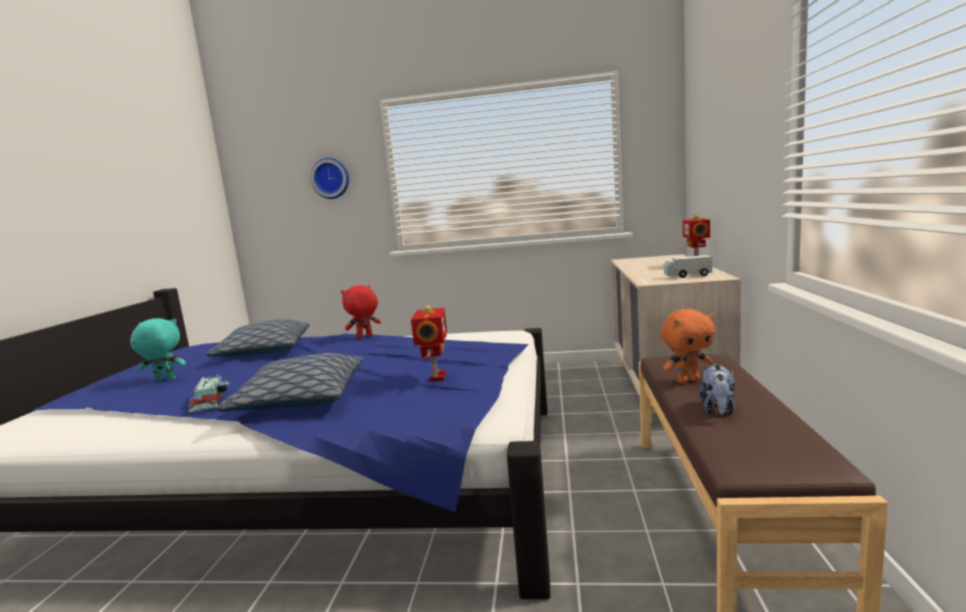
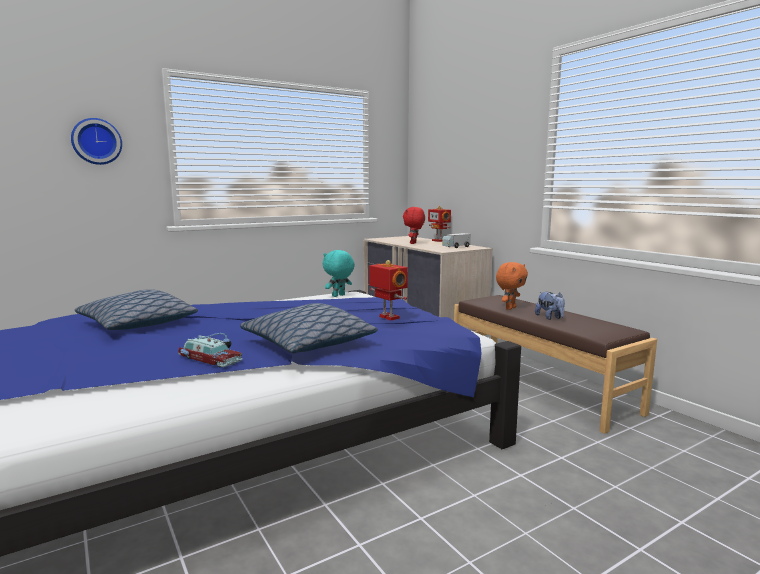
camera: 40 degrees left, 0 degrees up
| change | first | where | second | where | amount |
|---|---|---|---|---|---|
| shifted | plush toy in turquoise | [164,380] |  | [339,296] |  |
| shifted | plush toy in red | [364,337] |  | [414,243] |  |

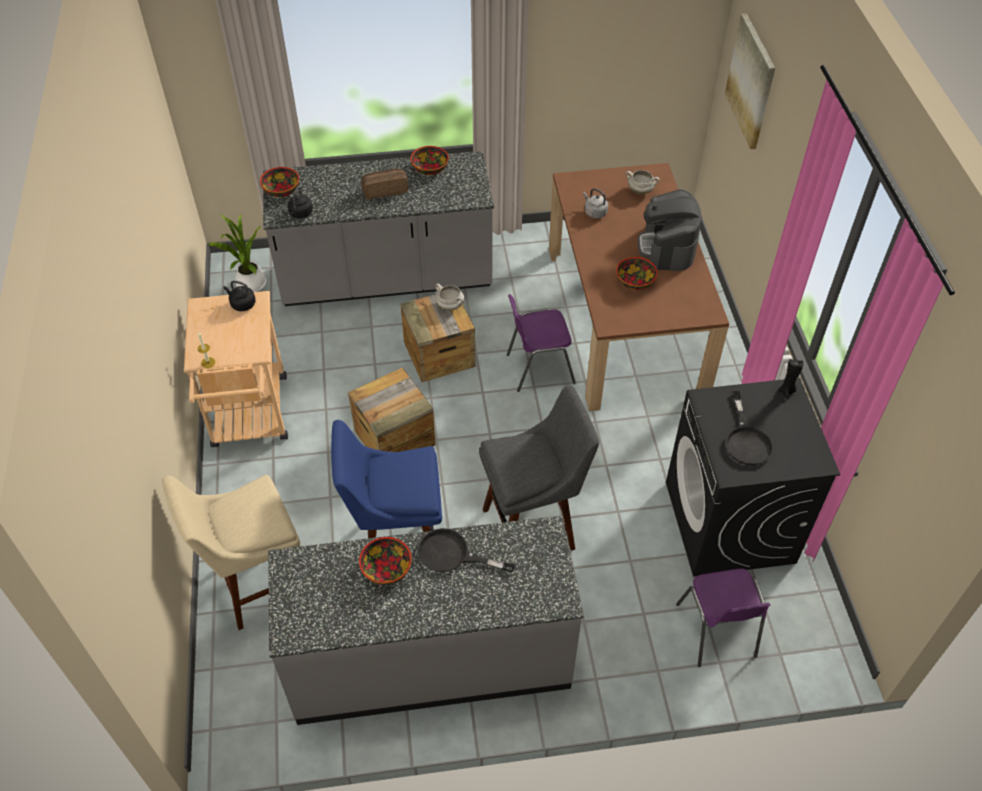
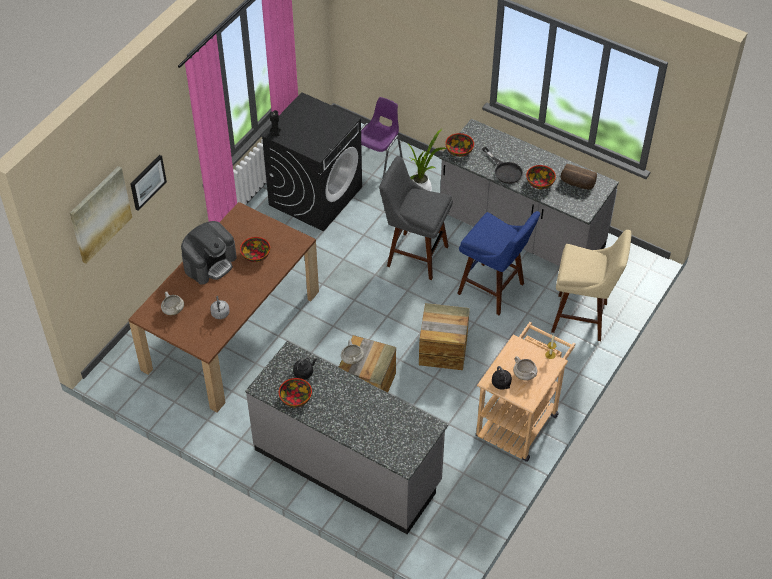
camera: 140 degrees left, 0 degrees up
| change | first | where | second | where | amount |
|---|---|---|---|---|---|
| shifted | potted plant | [250,286] |  | [422,189] |  |
| shifted | bowl | [282,190] |  | [459,150] |  |
| shifted | kettle in black | [300,214] |  | [304,372] |  |
| shifted | bread | [385,190] |  | [577,183] |  |
| gone | chair in purple | [538,368] |  |  |  |
| gone | frying pan in black | [746,440] |  |  |  |
| new |  |  | picture | [147,182] |  |
| new |  |  | cooking pot in white | [525,375] |  |

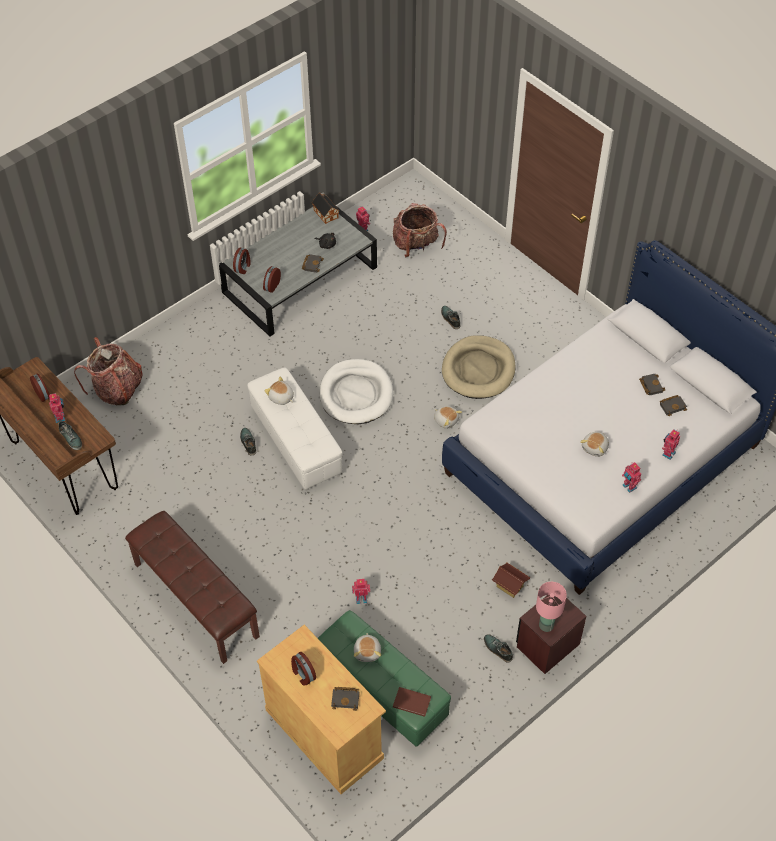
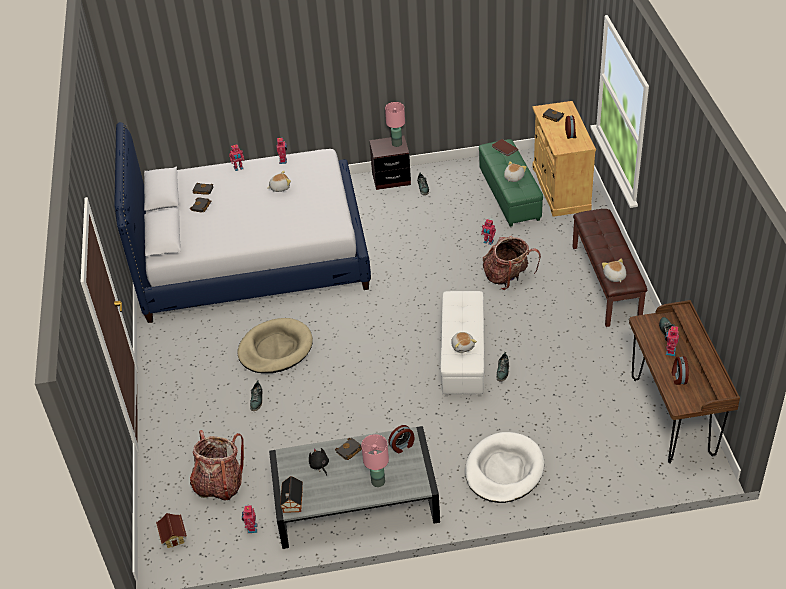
camera: 145 degrees left, 10 degrees down
| change | first | where | second | where | amount |
|---|---|---|---|---|---|
| shifted | backpack | [117,390] |  | [508,278] |  |
| gone | alarm clock | [243,267] |  |  |  |
| shifted | dog bed in white | [356,394] |  | [504,470] |  |
| shifted | plush toy | [446,420] |  | [614,276] |  |
| shifted | toy house | [509,586] |  | [174,537] |  |
| new |  |  | table lamp in pink | [377,482] |  |

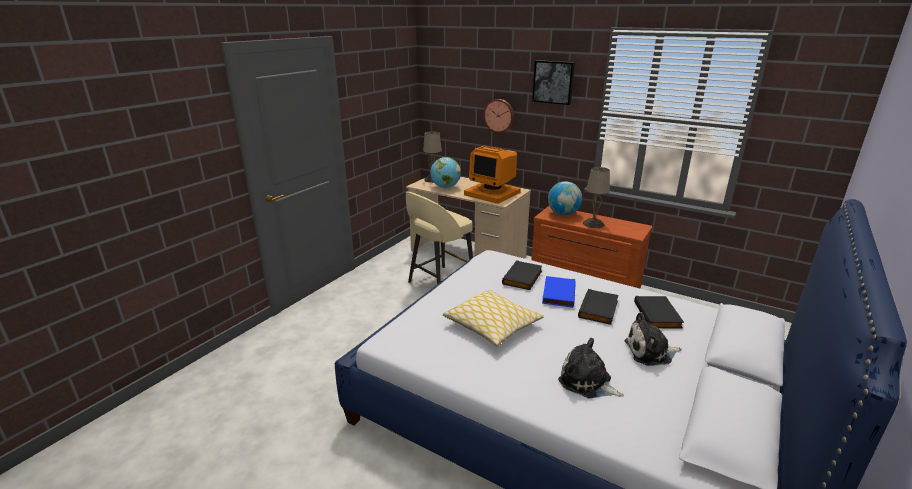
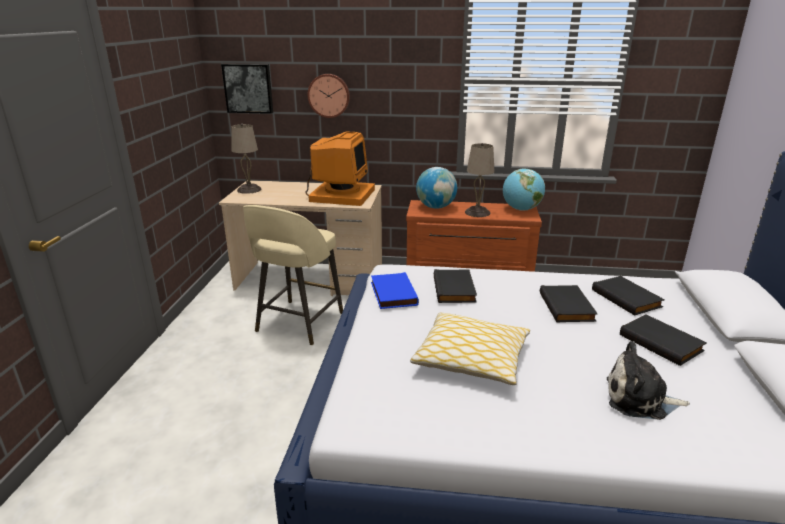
camera: 25 degrees left, 0 degrees up
| change | first | where | second | where | amount |
|---|---|---|---|---|---|
| shifted | globe | [445,187] |  | [521,209] |  |
| rotated | monitor | [493,193] |  | [341,195] | 90 degrees counterclockwise |
| shifted | picture | [553,82] |  | [248,88] |  |
| shifted | book in blue | [557,294] |  | [392,294] |  |
| swapped | plush toy | [650,352] | book in black | [662,342] |  |

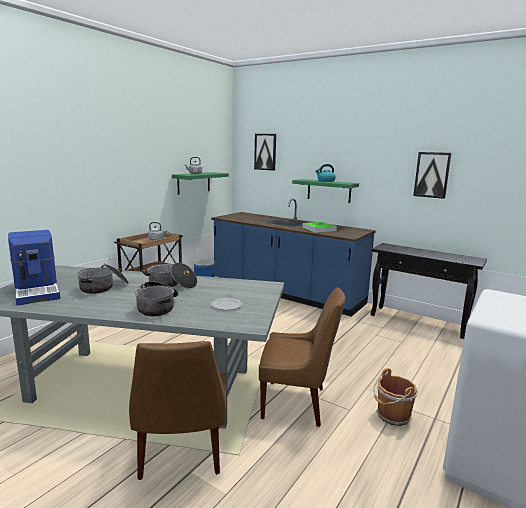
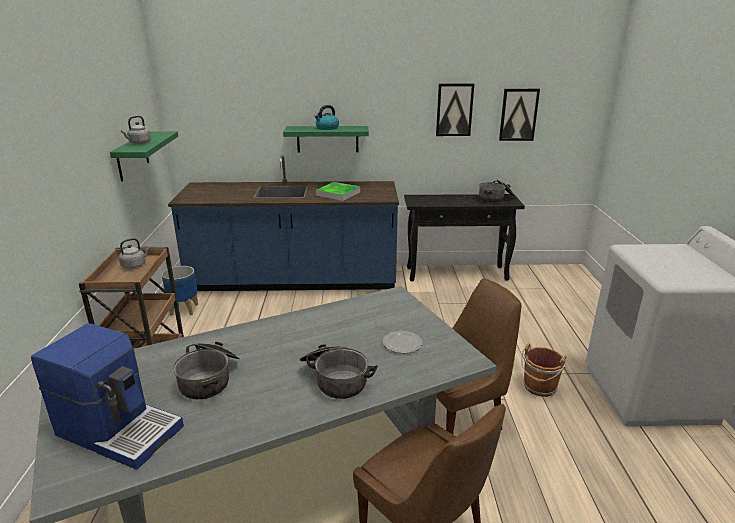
camera: 35 degrees left, 10 degrees up
| change | first | where | second | where | amount |
|---|---|---|---|---|---|
| shifted | cooking pot | [171,285] |  | [496,198] |  |
| shifted | picture | [265,152] |  | [518,114] |  |

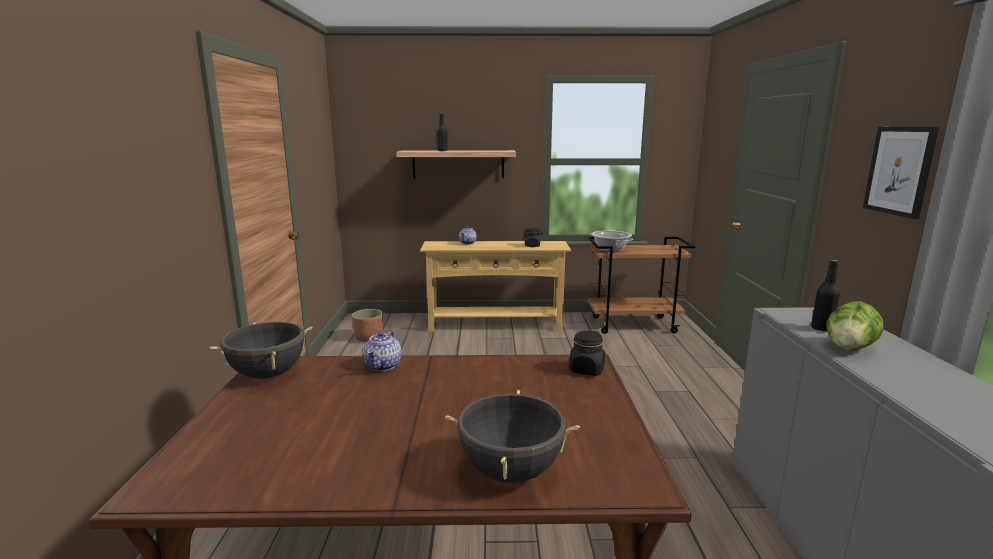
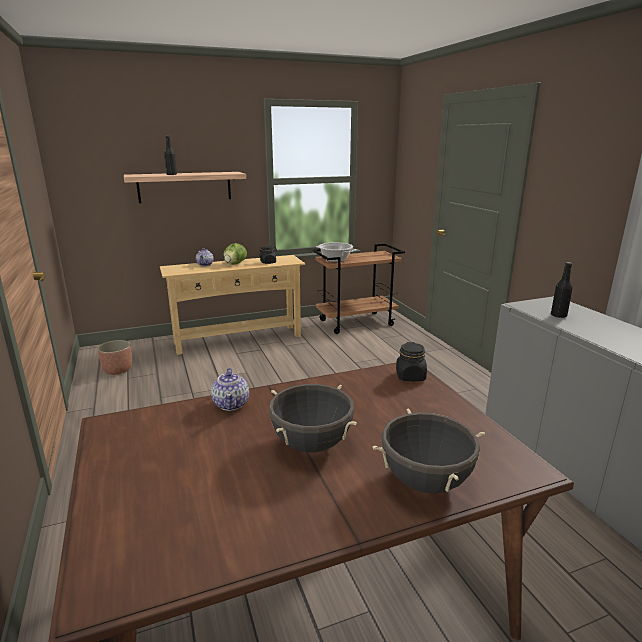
camera: 20 degrees left, 5 degrees up
| change | first | where | second | where | amount |
|---|---|---|---|---|---|
| shifted | cooking pot in black | [268,374] |  | [312,444] |  |
| shifted | lettuce | [850,348] |  | [235,264] |  |
| gone | picture | [899,171] |  |  |  |

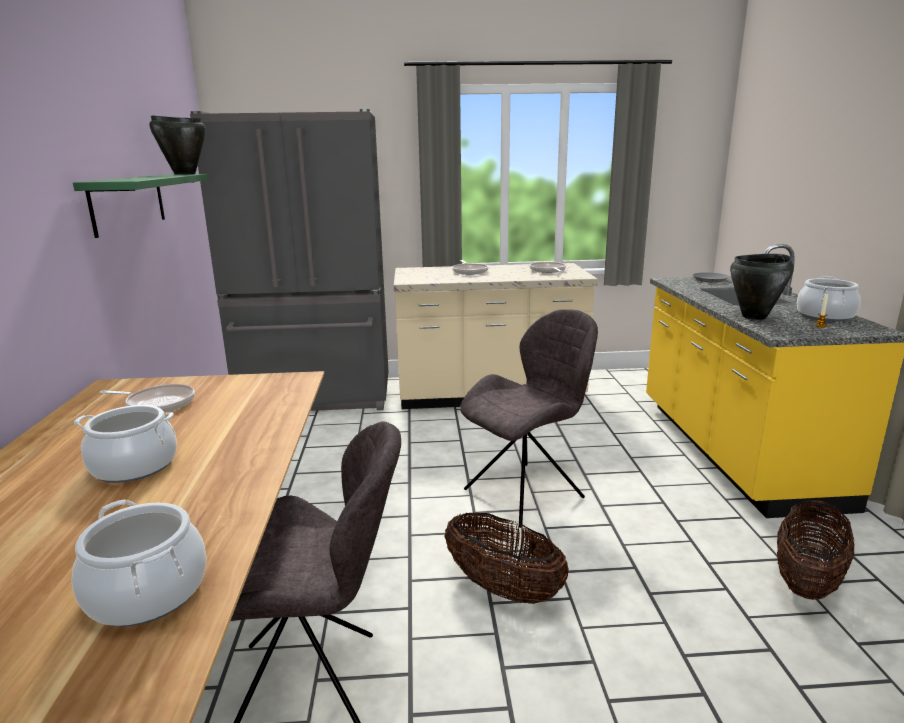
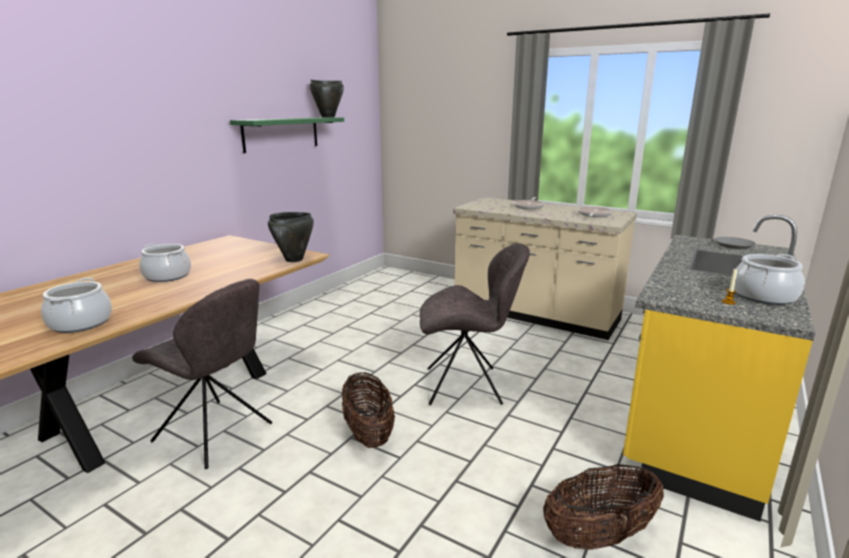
camera: 35 degrees right, 0 degrees up
| change | first | where | second | where | amount |
|---|---|---|---|---|---|
| gone | frying pan | [157,404] |  |  |  |
| gone | fridge in grey | [316,397] |  |  |  |
| shifted | cooking pot in black | [755,317] |  | [294,259] |  |

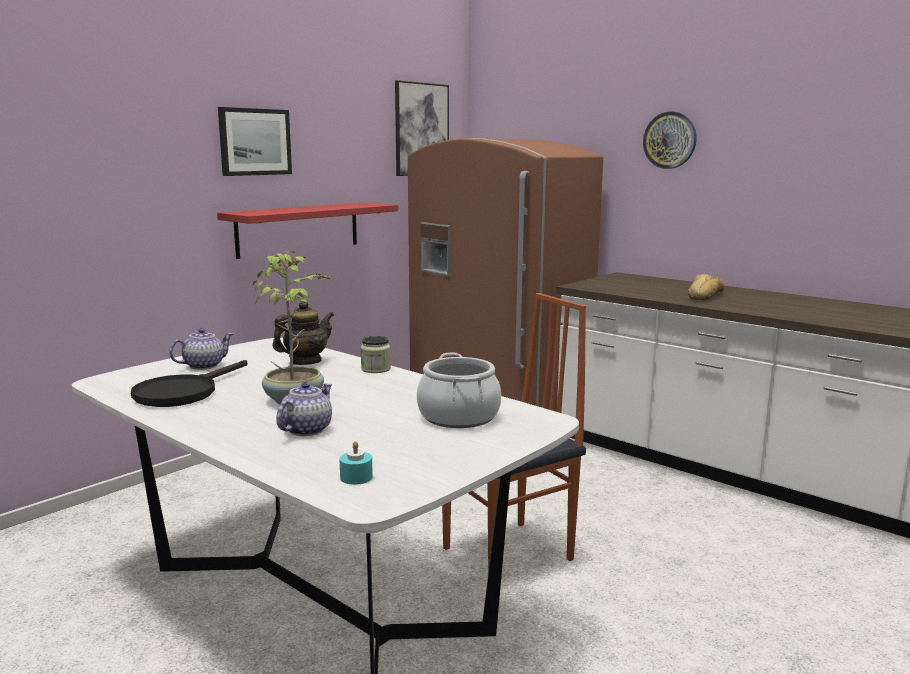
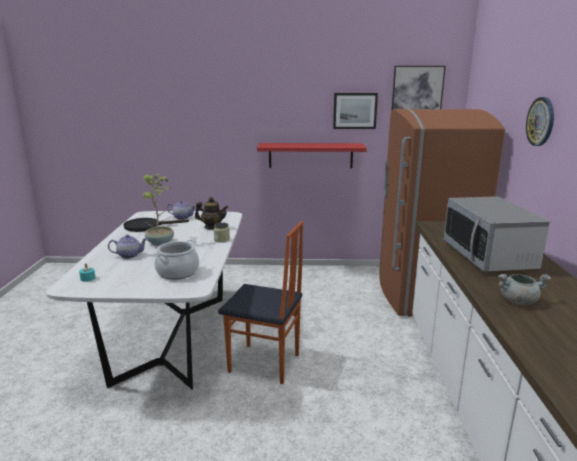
camera: 50 degrees right, 5 degrees up
| change | first | where | second | where | amount |
|---|---|---|---|---|---|
| shifted | picture | [255,142] |  | [355,110] |  |
| swapped | bread | [703,295] | microwave | [488,256] |  |
| new |  |  | cooking pot in grey | [518,301] |  |

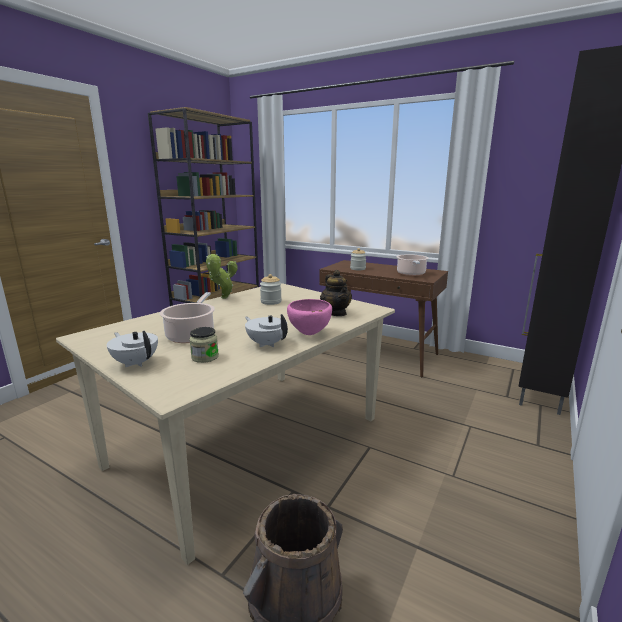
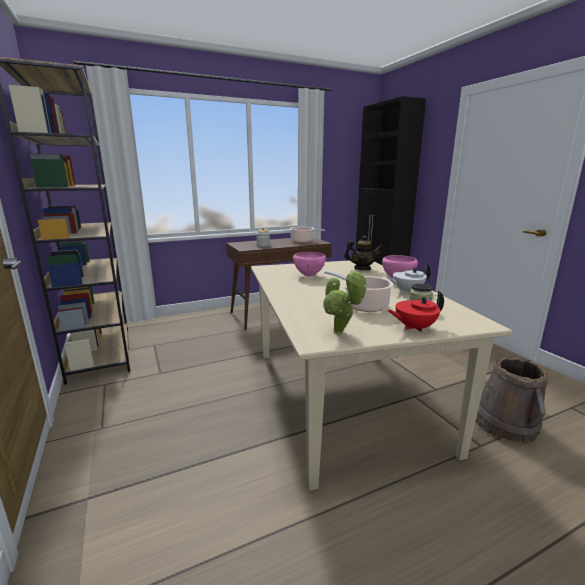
camera: 55 degrees left, 0 degrees up
| change | first | where | second | where | amount |
|---|---|---|---|---|---|
| repainted | teapot in white | [136,363] | teapot in red | [414,328] |  |
| shifted | potted plant | [223,298] |  | [340,333] |  |
| swapped | jar | [271,302] | bowl in pink | [308,276] |  |

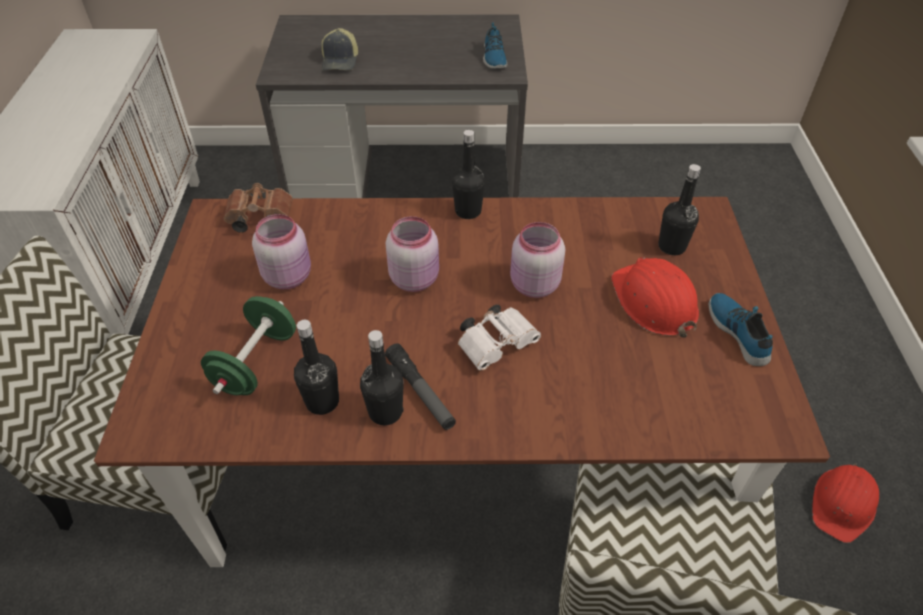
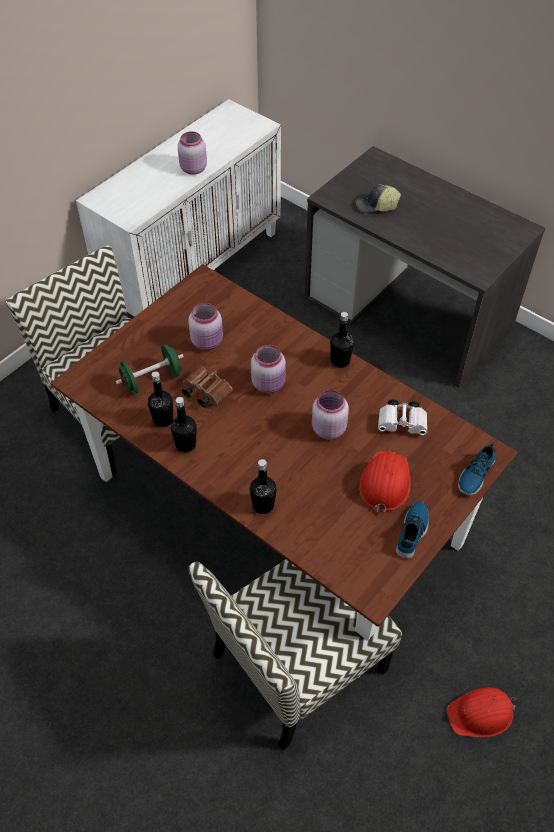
camera: 40 degrees right, 5 degrees up
| change | first | where | second | where | amount |
|---|---|---|---|---|---|
| shifted | binoculars in brown | [258,219] |  | [205,392] |  |
| rotated | cap | [341,61] |  | [376,206] | 45 degrees clockwise |
| gone | flashlight | [420,391] |  |  |  |
| shifted | binoculars in white | [498,344] |  | [403,424] |  |
| shifted | shoe | [493,57] |  | [475,474] |  |
| shifted | bottle in black | [671,246] |  | [263,505] |  |
| new |  |  | jar in pink | [192,169] |  |

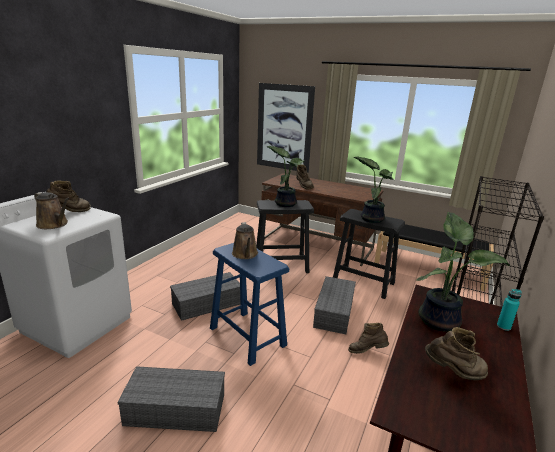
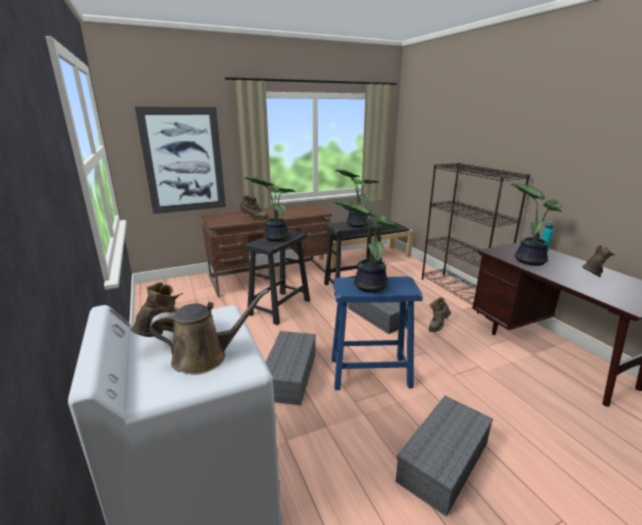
camera: 50 degrees left, 0 degrees up
| change | first | where | second | where | amount |
|---|---|---|---|---|---|
| swapped | watering can in brown | [245,254] | potted plant | [369,285] |  |

